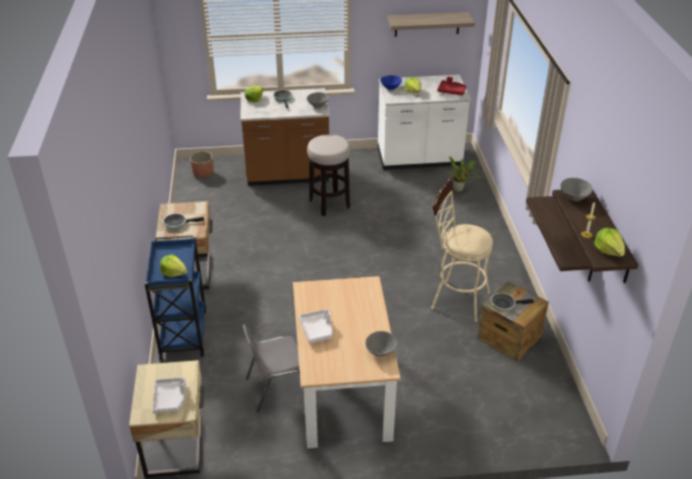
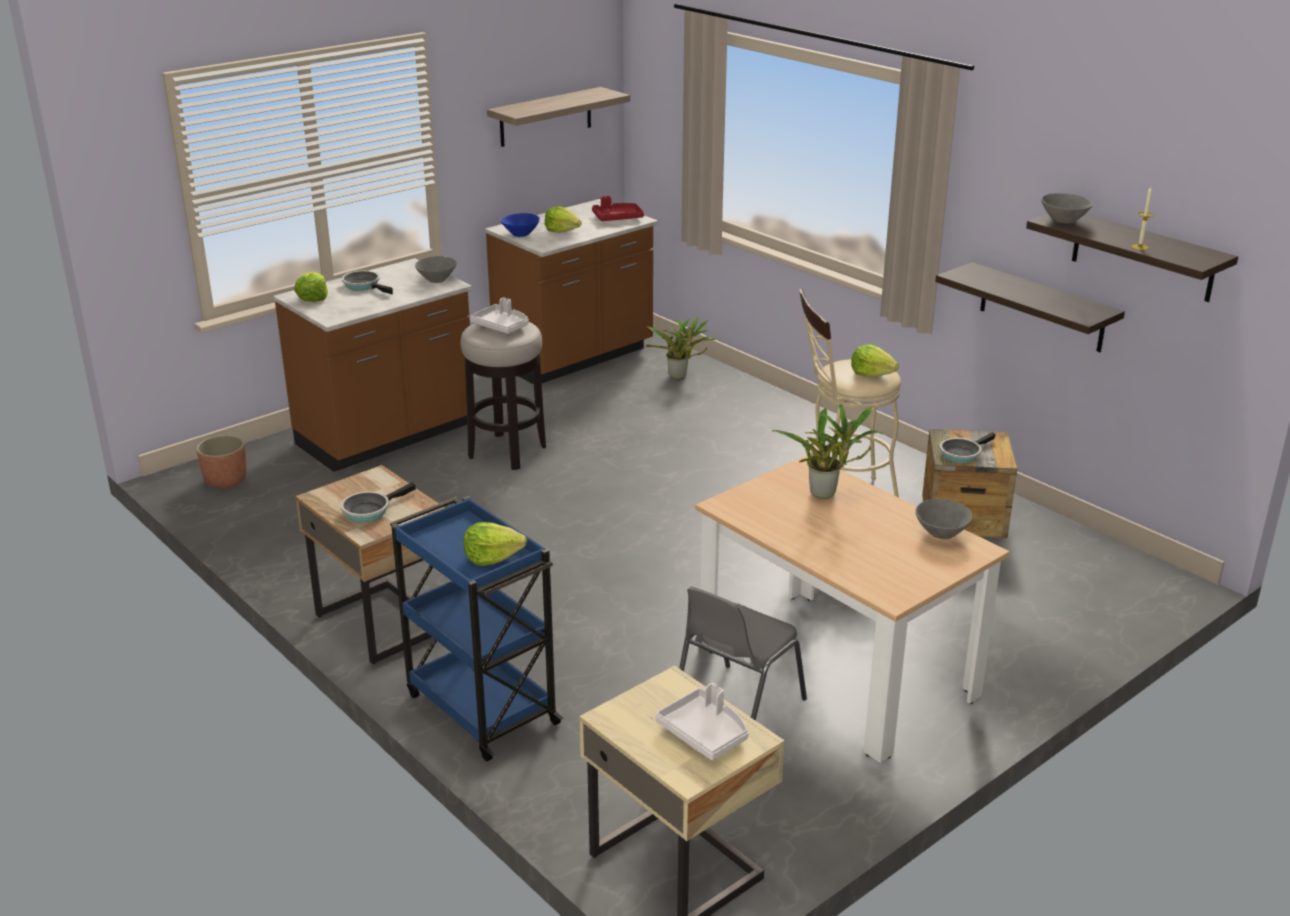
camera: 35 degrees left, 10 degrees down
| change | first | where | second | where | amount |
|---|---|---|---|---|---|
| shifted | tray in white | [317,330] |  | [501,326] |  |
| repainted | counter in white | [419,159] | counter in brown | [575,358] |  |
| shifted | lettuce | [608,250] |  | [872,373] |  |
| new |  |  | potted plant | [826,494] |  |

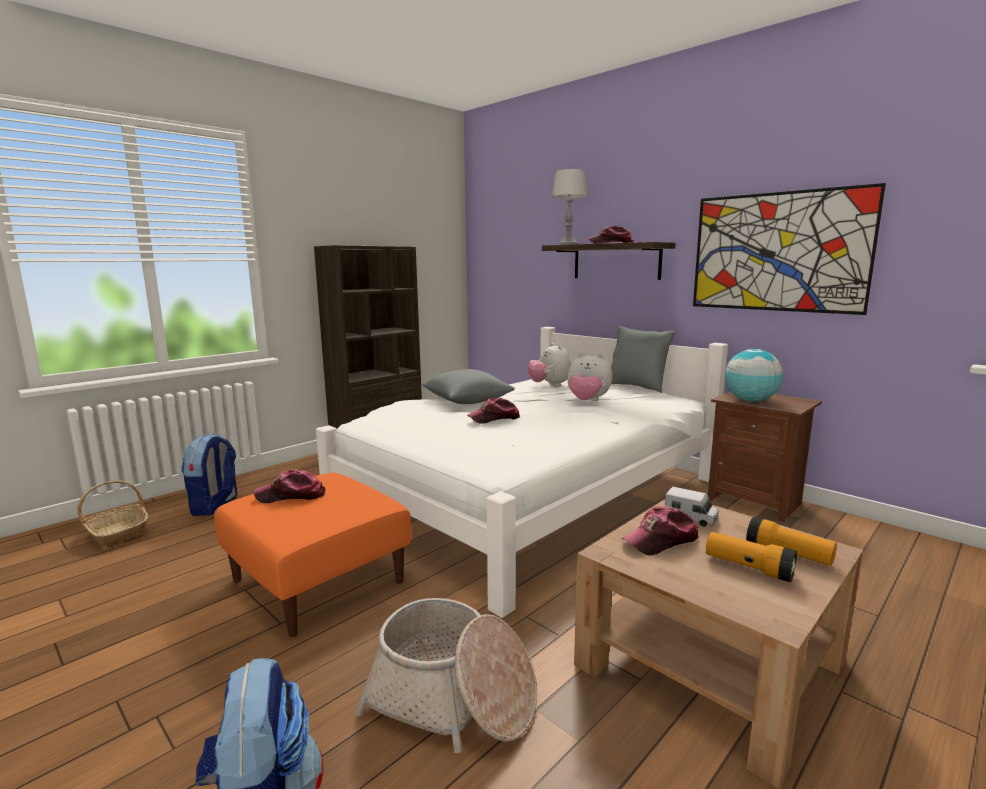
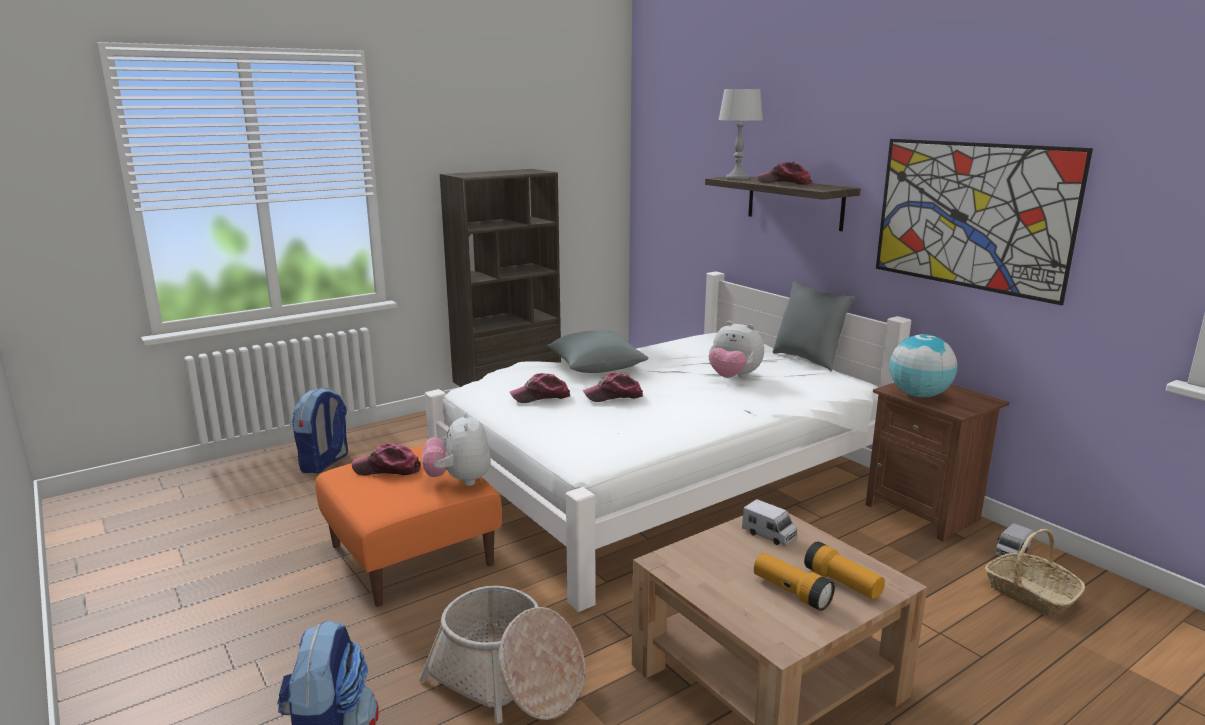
camera: 10 degrees right, 5 degrees up
| change | first | where | second | where | amount |
|---|---|---|---|---|---|
| shifted | basket | [118,533] |  | [1030,594] |  |
| shifted | plush toy | [549,385] |  | [459,480] |  |
| shifted | cap | [661,540] |  | [541,396] |  |
| new |  |  | toy truck | [1011,552] |  |

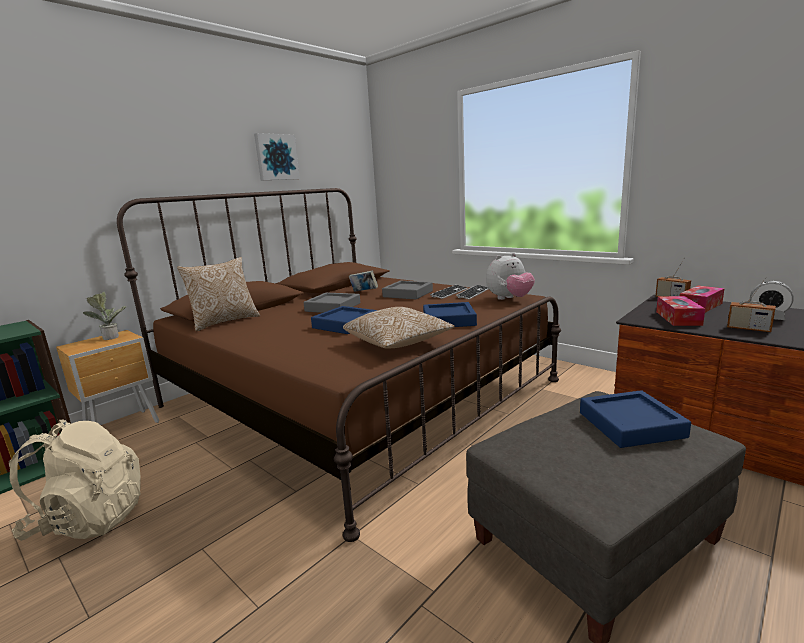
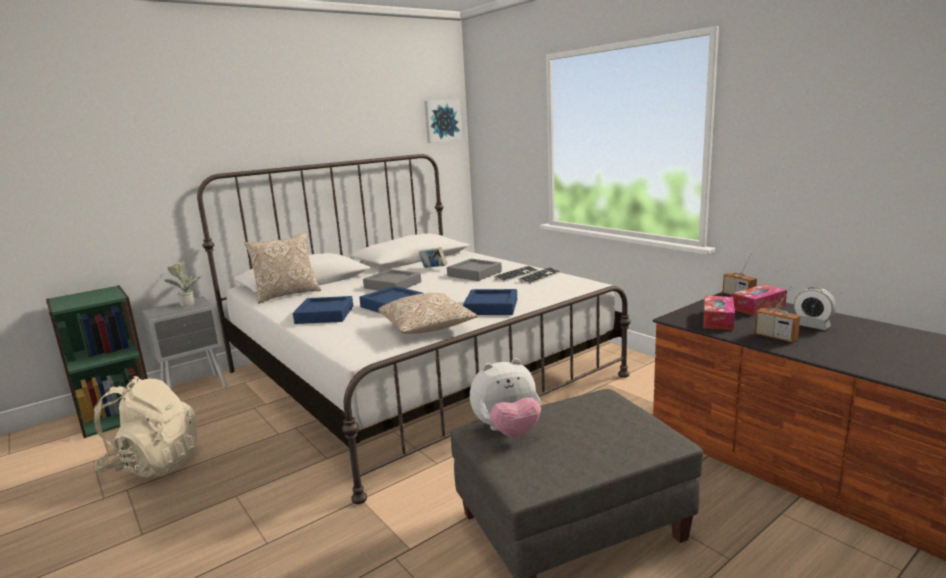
camera: 10 degrees right, 0 degrees up
| change | first | where | second | where | amount |
|---|---|---|---|---|---|
| repainted | nightstand in brown | [124,427] | nightstand in grey | [196,388] |  |
| repainted | bed in brown | [357,393] | bed in white | [416,373] |  |
| shifted | picture | [276,157] |  | [442,121] |  |
| shifted | plush toy | [509,299] |  | [507,431] |  |
| shifted | tray in blue | [631,425] |  | [325,315] |  |

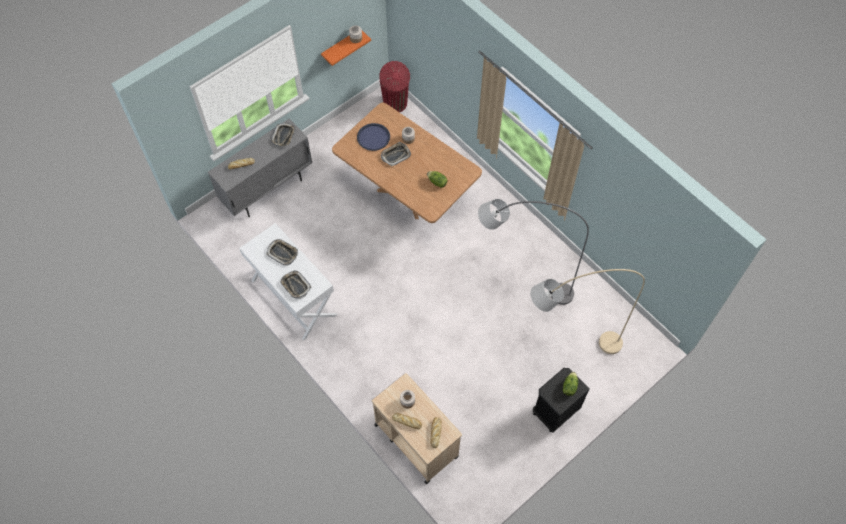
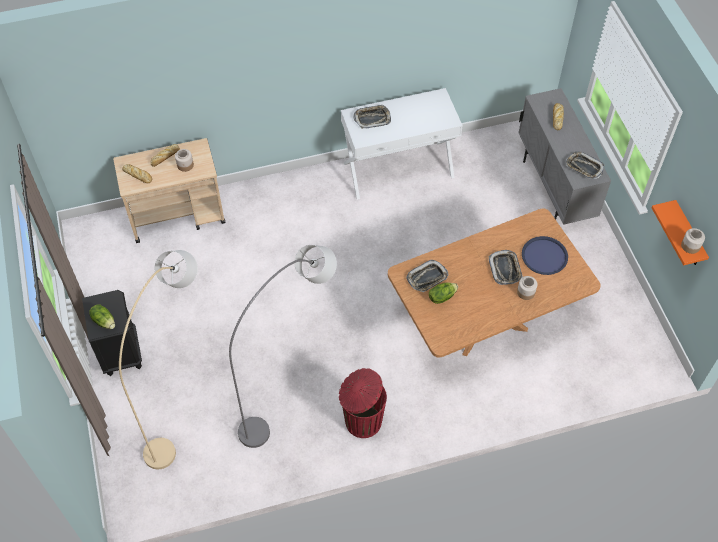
camera: 115 degrees right, 5 degrees down
| change | first | where | second | where | amount |
|---|---|---|---|---|---|
| shifted | tray | [282,253] |  | [427,278] |  |
| shifted | trash can in red | [395,104] |  | [362,421] |  |

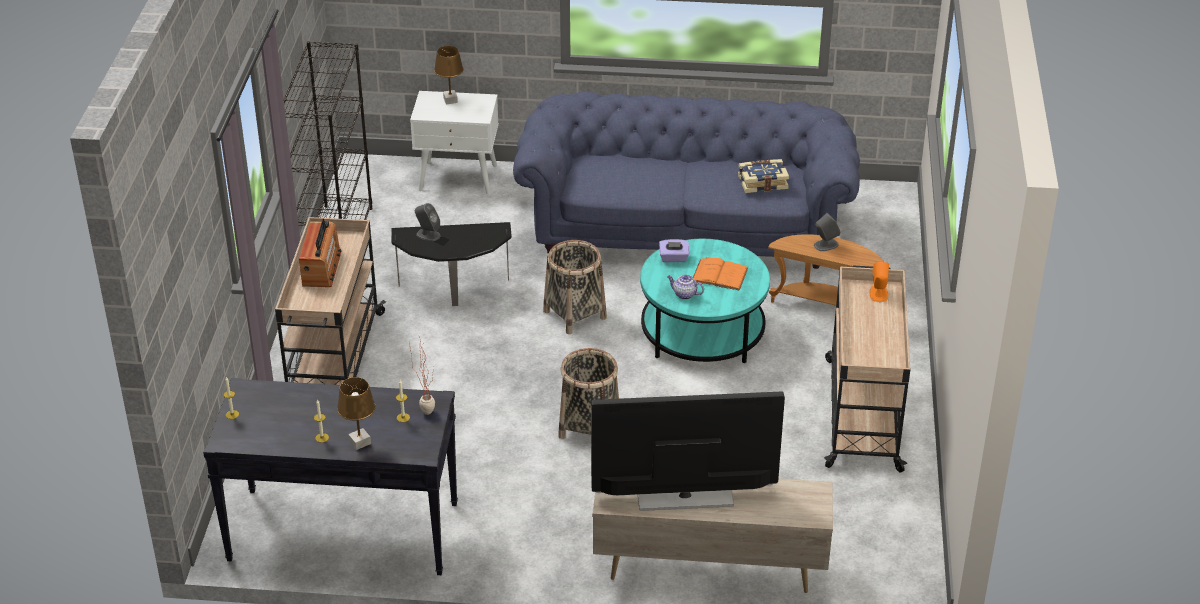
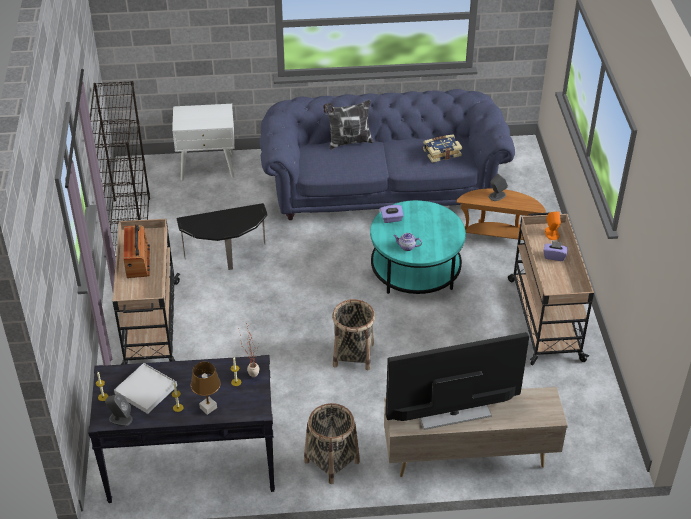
camera: 10 degrees left, 5 degrees up
| change | first | where | second | where | amount |
|---|---|---|---|---|---|
| shifted | speaker in grey | [428,235] |  | [120,419] |  |
| gone | table lamp in brown | [450,100] |  |  |  |
| shifted | basket | [574,314] |  | [331,461] |  |
| gone | book in orange | [719,275] |  |  |  |
| new |  |  | tray in white | [146,390] |  |
| new |  |  | pillow | [348,142] |  |
| new |  |  | tissue box in purple | [554,256] |  |

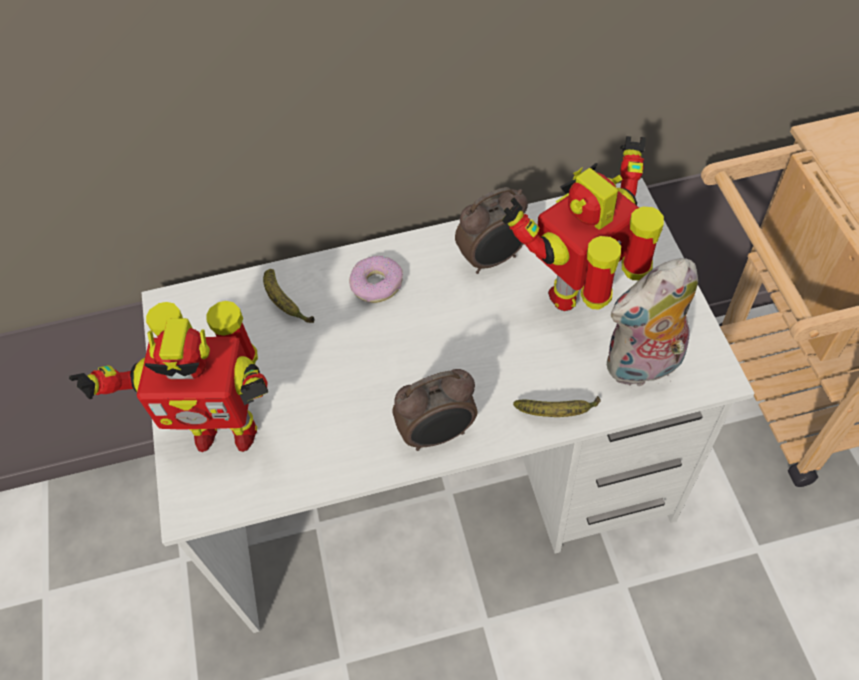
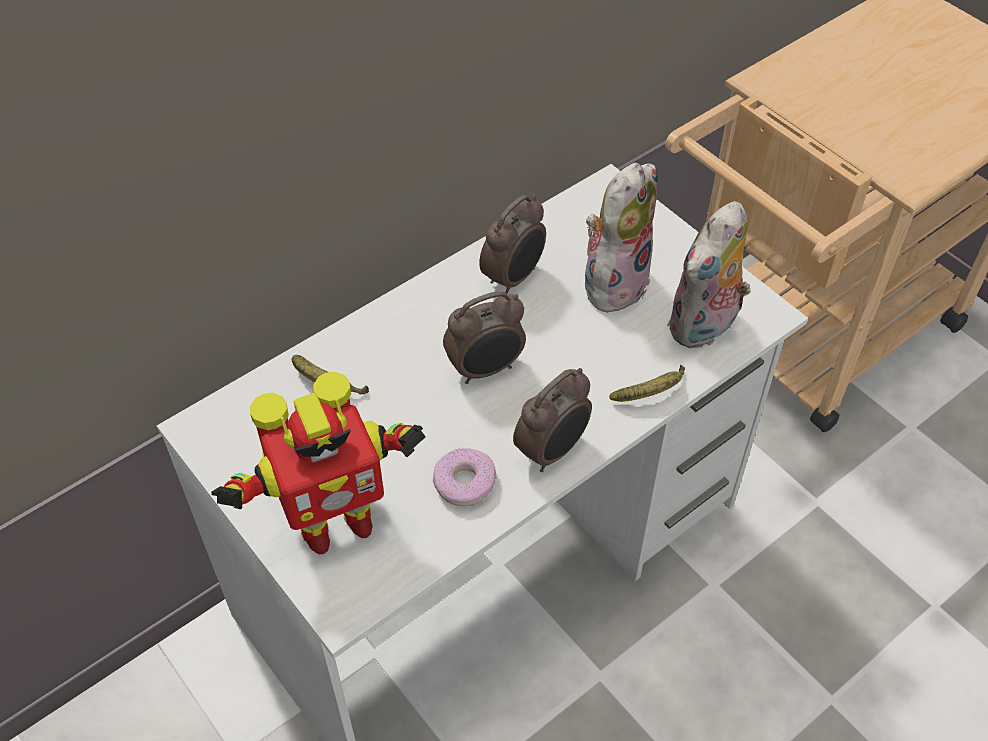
camera: 30 degrees left, 5 degrees down
| change | first | where | second | where | amount |
|---|---|---|---|---|---|
| shifted | donut | [376,284] |  | [464,483] |  |
| swapped | toy robot | [582,292] | plush toy | [614,281] |  |
| new |  |  | alarm clock | [486,369] |  |

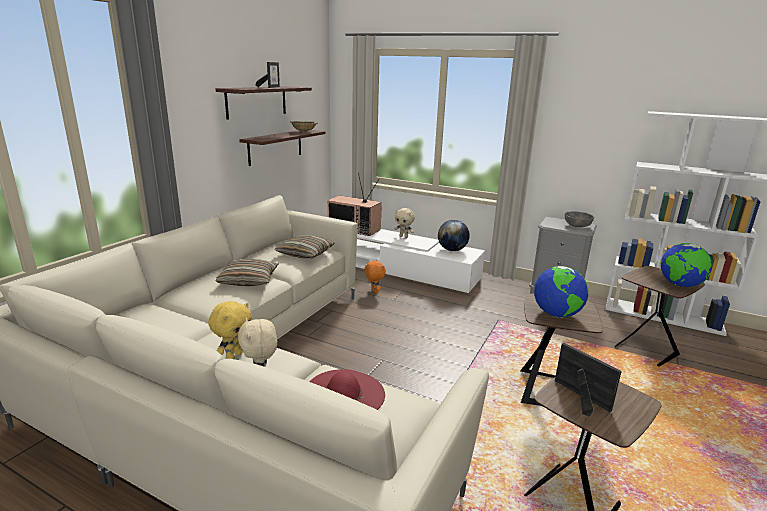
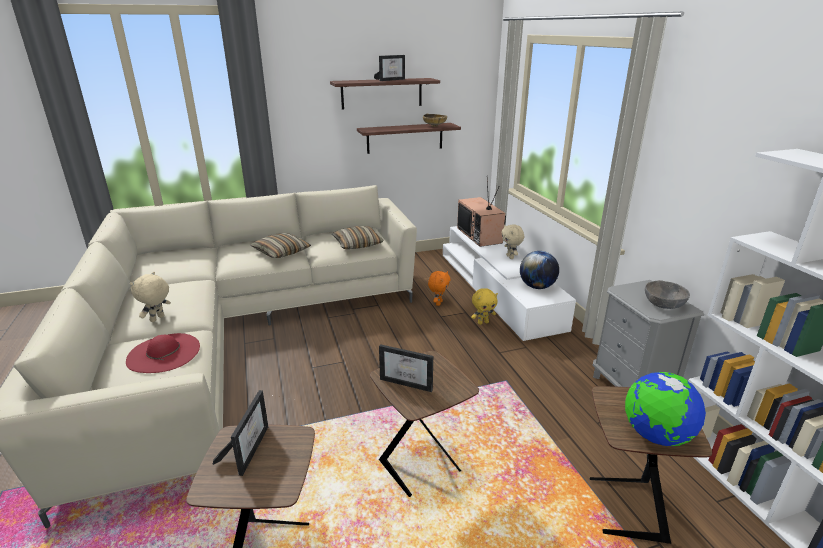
camera: 45 degrees right, 5 degrees up
| change | first | where | second | where | amount |
|---|---|---|---|---|---|
| shifted | plush toy in yellow | [233,356] |  | [483,322] |  |
| swapped | globe | [556,314] | picture frame | [409,381] |  |

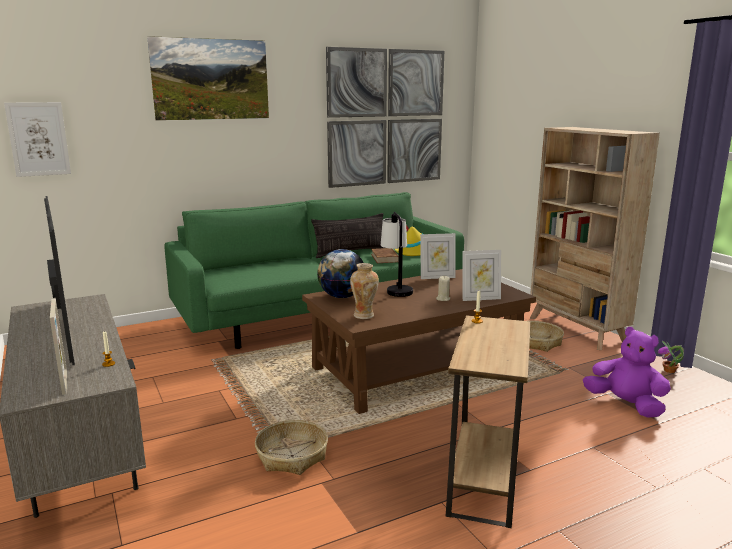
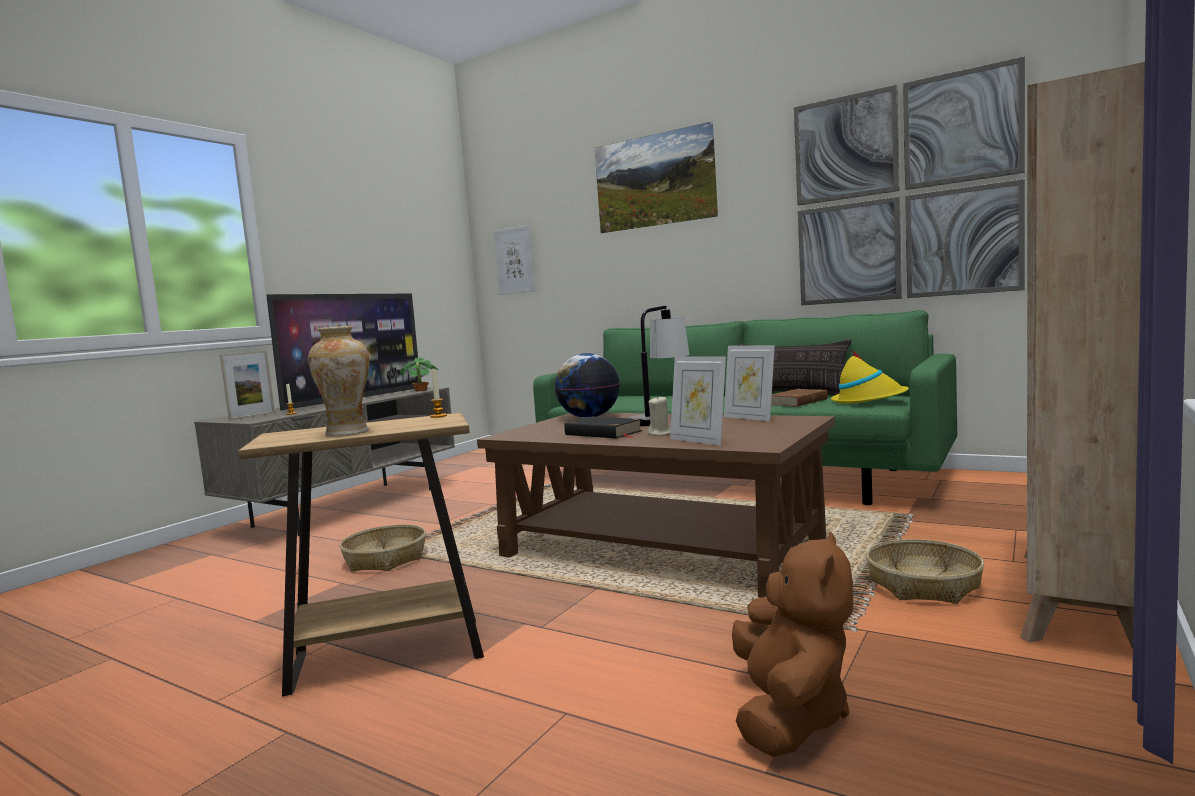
camera: 60 degrees right, 10 degrees down
| change | first | where | second | where | amount |
|---|---|---|---|---|---|
| shifted | vase | [364,316] |  | [347,433] |  |
| repainted | plush toy in purple | [625,405] | plush toy in brown | [789,715] |  |
| shifted | potted plant | [669,371] |  | [420,390] |  |
| new |  |  | book in black | [603,433] |  |

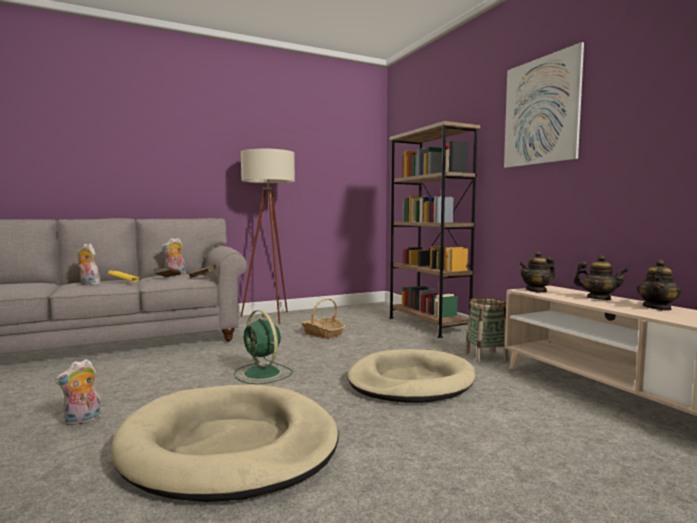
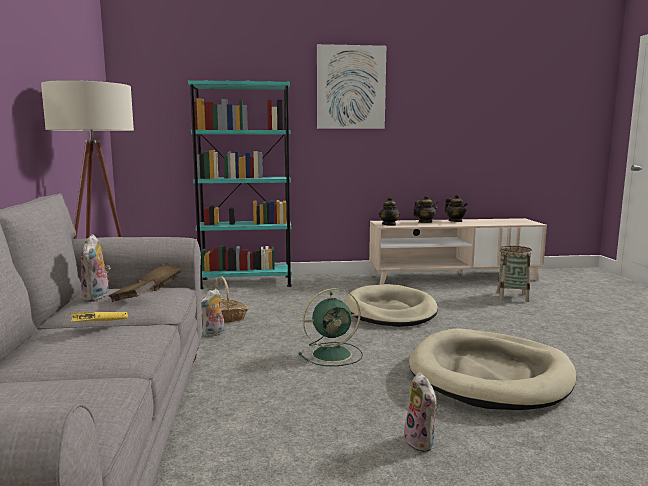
camera: 70 degrees left, 5 degrees up
| change | first | where | second | where | amount |
|---|---|---|---|---|---|
| shifted | plush toy | [88,284] |  | [214,334] |  |
| repainted | bookcase in brown | [428,325] | bookcase in turquoise | [246,282] |  |
| shifted | basket | [486,357] |  | [512,297] |  |

